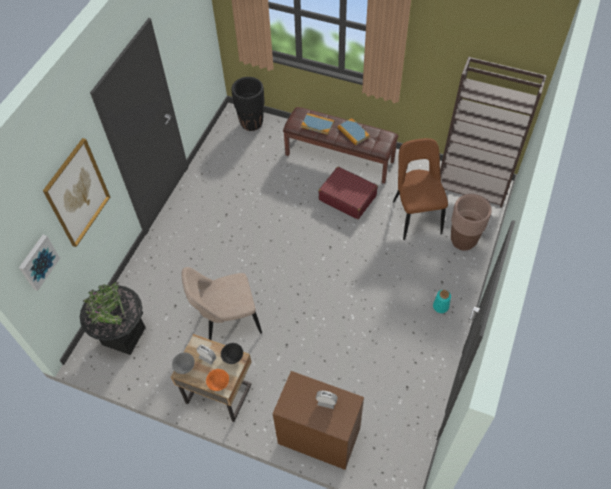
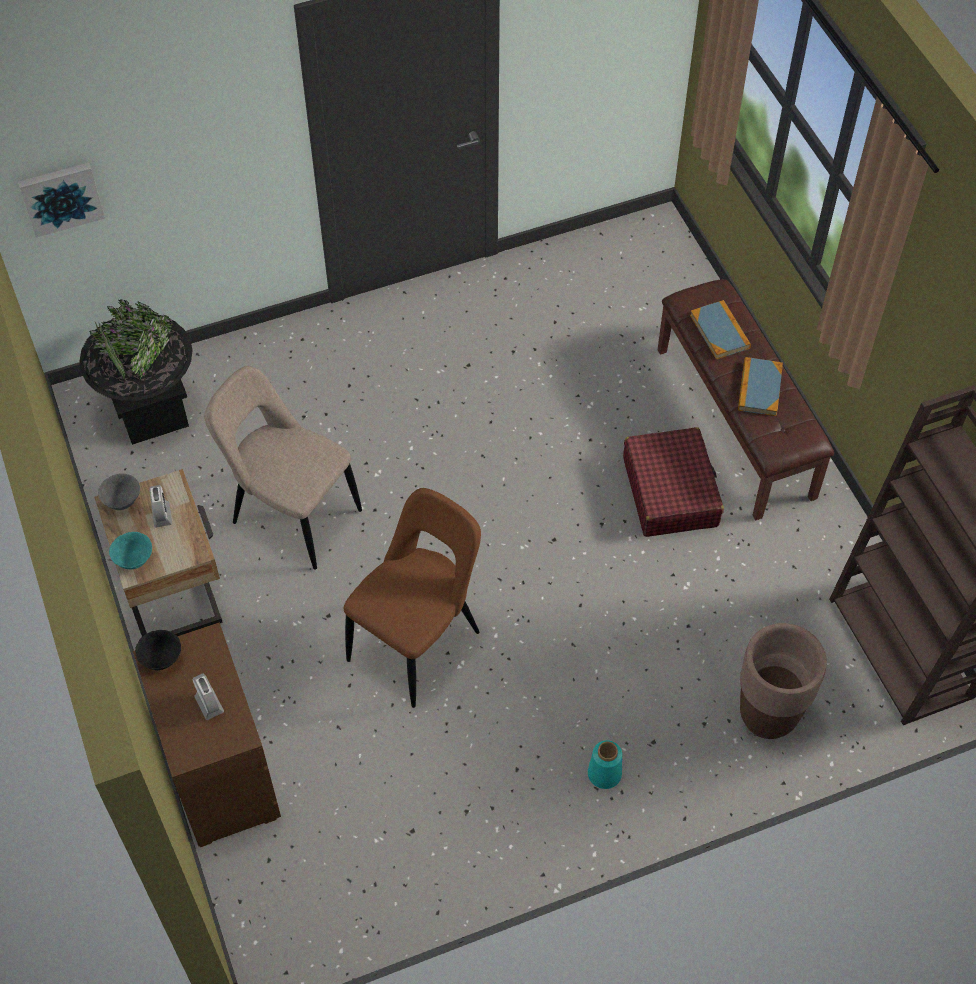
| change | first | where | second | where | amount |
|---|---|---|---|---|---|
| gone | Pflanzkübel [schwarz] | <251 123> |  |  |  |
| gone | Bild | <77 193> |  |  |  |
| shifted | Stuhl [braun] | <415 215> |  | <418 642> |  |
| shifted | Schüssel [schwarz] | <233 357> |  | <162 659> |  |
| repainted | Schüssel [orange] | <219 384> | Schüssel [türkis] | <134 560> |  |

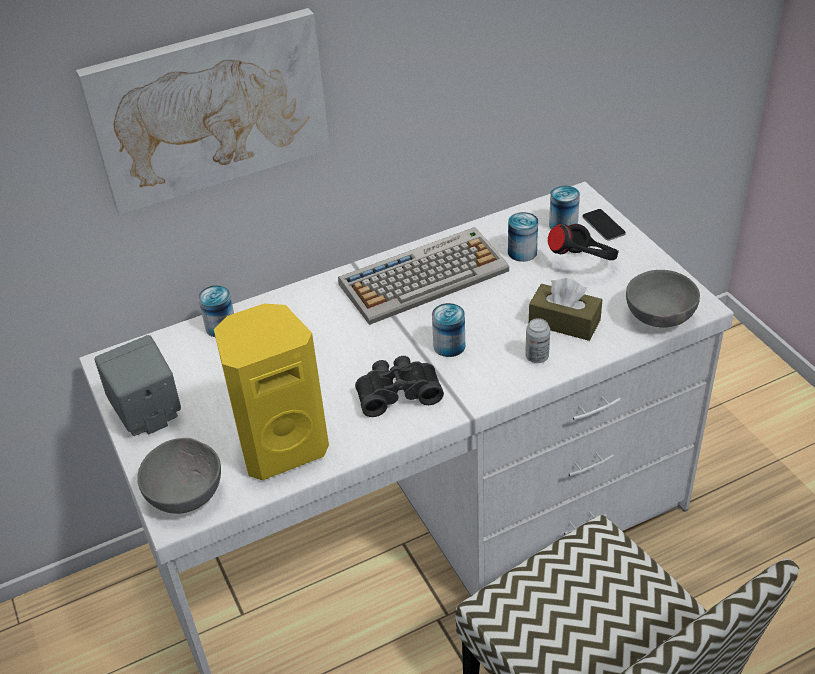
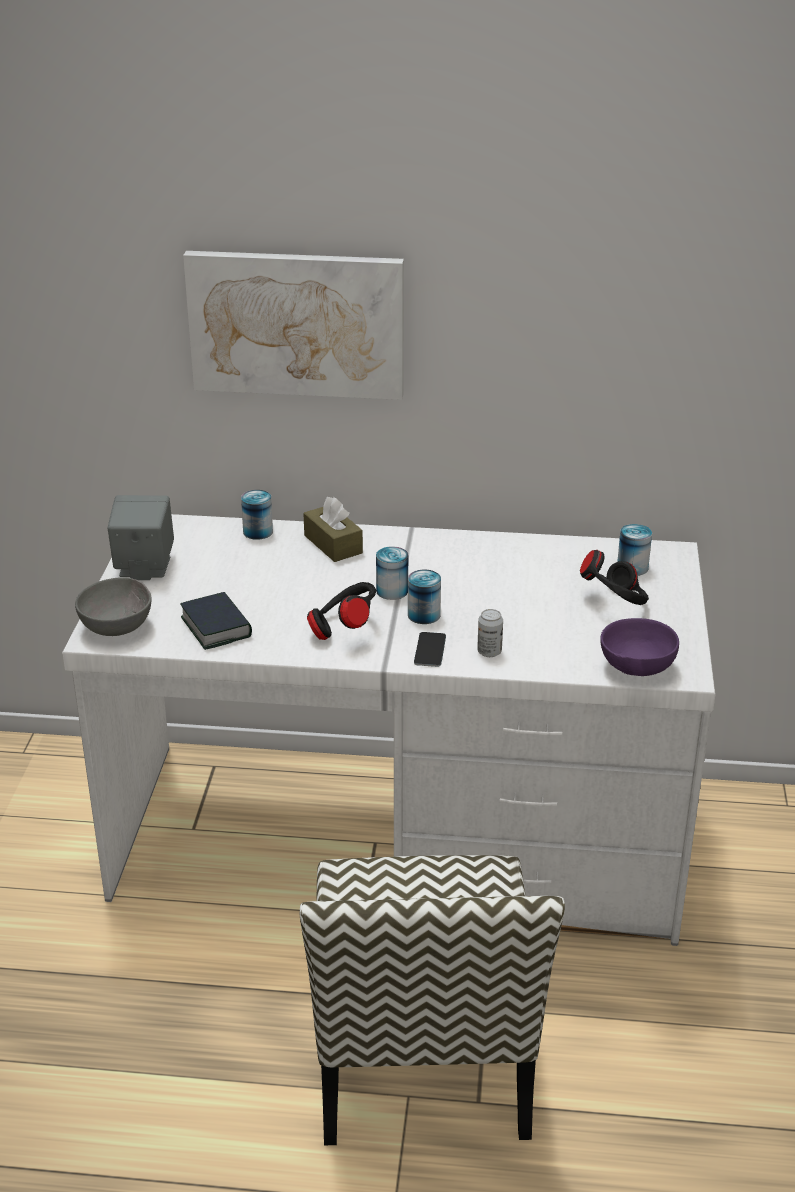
| change | first | where | second | where | amount |
|---|---|---|---|---|---|
| shifted | Handy | <603 225> |  | <430 650> |  |
| shifted | Dose | <522 252> |  | <392 591> |  |
| gone | Tastatur | <424 276> |  |  |  |
| repainted | Schüssel [grau] | <659 318> | Schüssel [lila] | <635 669> |  |
| shifted | Taschentuchbox [braun] | <564 322> |  | <333 544> |  |
| swapped | Lautsprecher [gelb] | <281 446> | Buch | <216 627> |  |
| swapped | Fernglas [schwarz] | <397 392> | Kopfhörer [schwarz] | <344 629> |  |

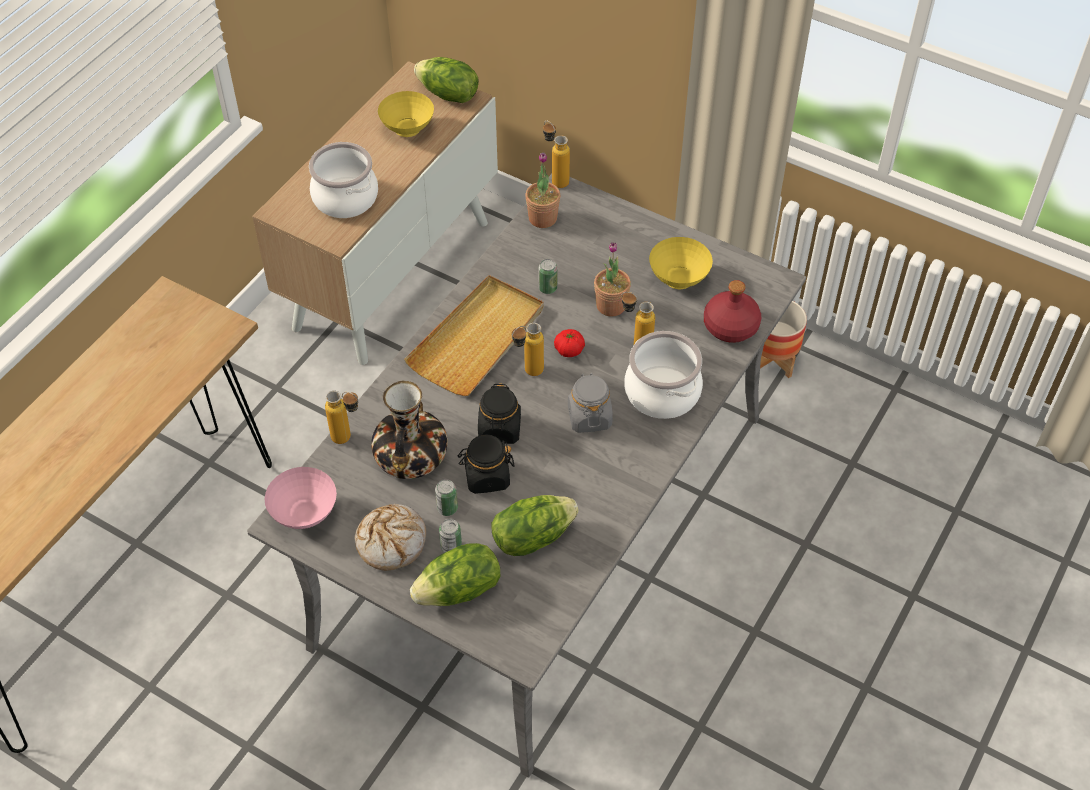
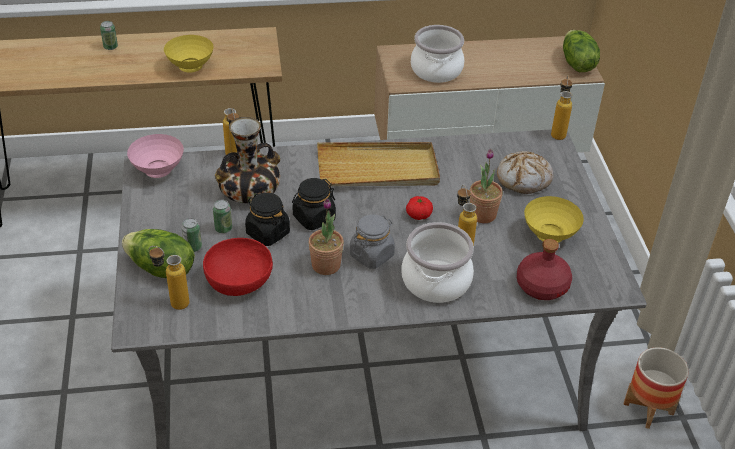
| change | first | where | second | where | amount |
|---|---|---|---|---|---|
| shifted | Schüssel [gelb] | <406 130> |  | <190 67> |  |
| shifted | Topfpflanze | <542 218> |  | <326 265> |  |
| shifted | Dose | <548 288> |  | <110 47> |  |
| shifted | Flasche | <527 373> |  | <172 302> |  |
| swapped | Salatkopf | <532 536> | Schüssel [rot] | <239 281> |  |
| shifted | Brot | <392 542> |  | <524 179> |  |

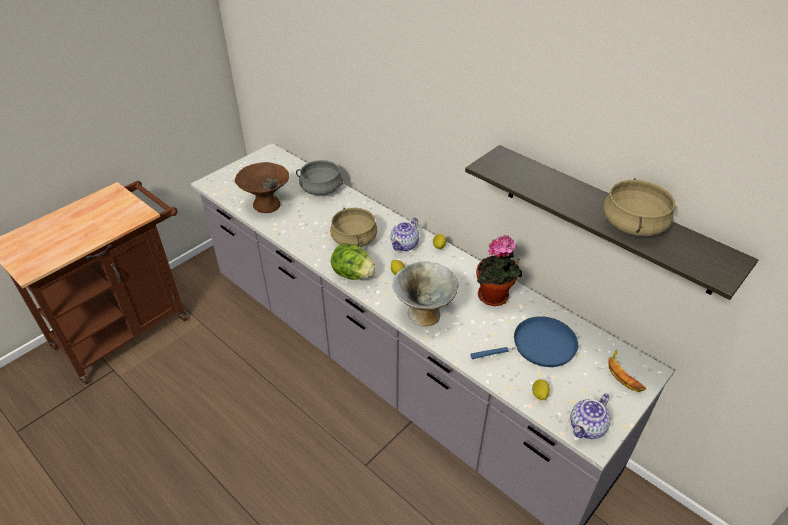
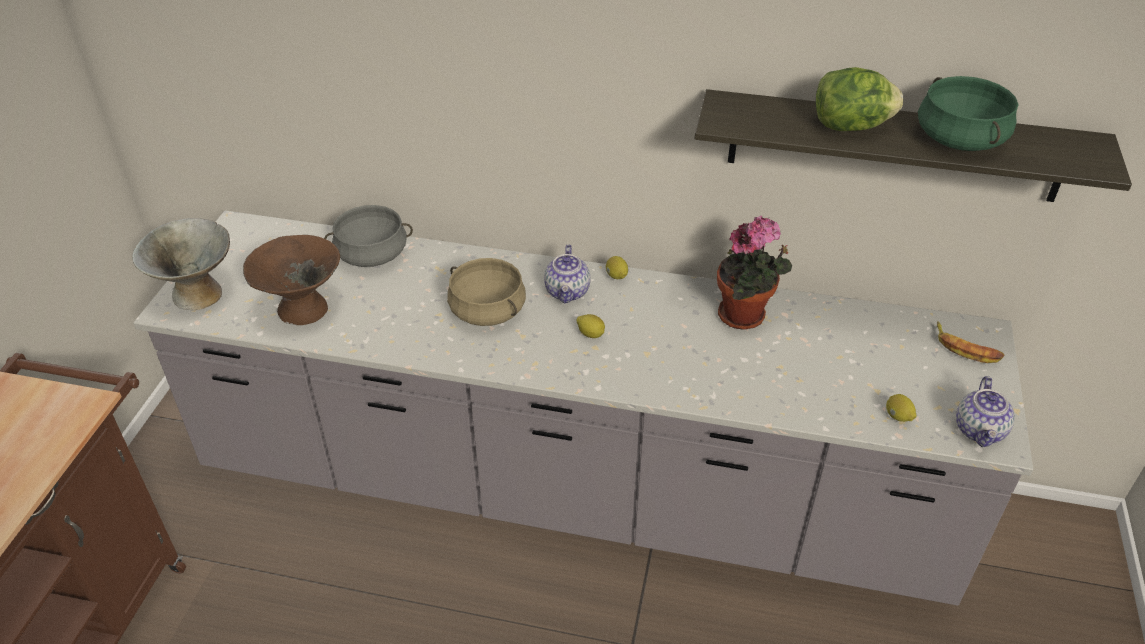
| change | first | where | second | where | amount |
|---|---|---|---|---|---|
| repainted | Kochtopf [beige] | <632 224> | Kochtopf [grün] | <958 139> |  |
| shifted | Salatkopf | <353 274> |  | <850 126> |  |
| shifted | Schüssel [grau] | <424 314> |  | <197 294> |  |
| gone | Pfanne [blau] | <539 346> |  |  |  |

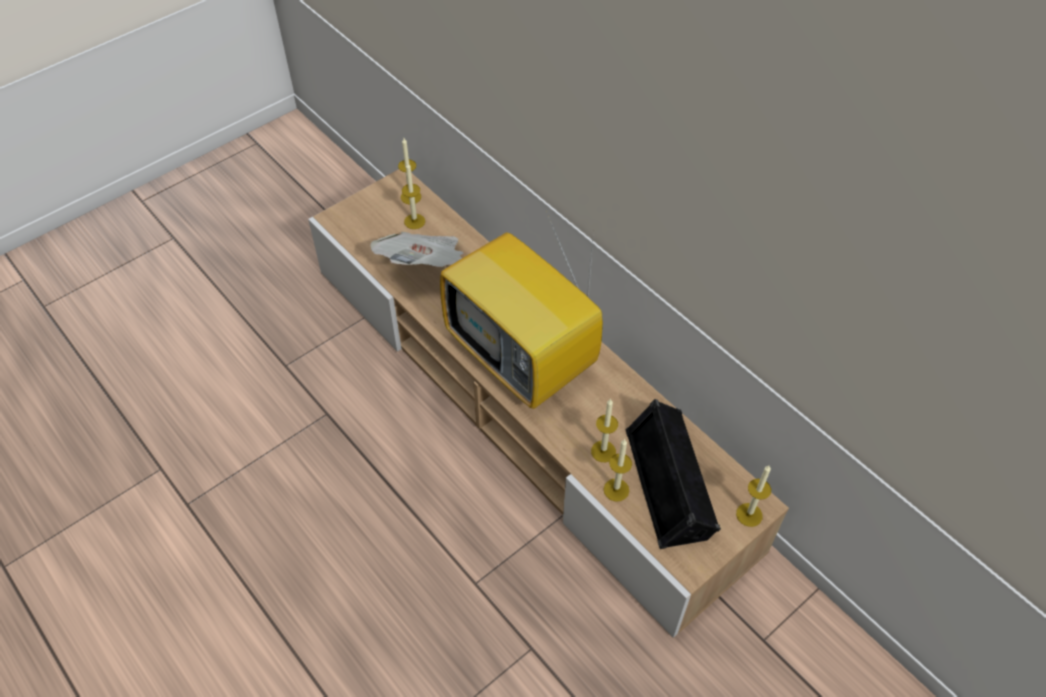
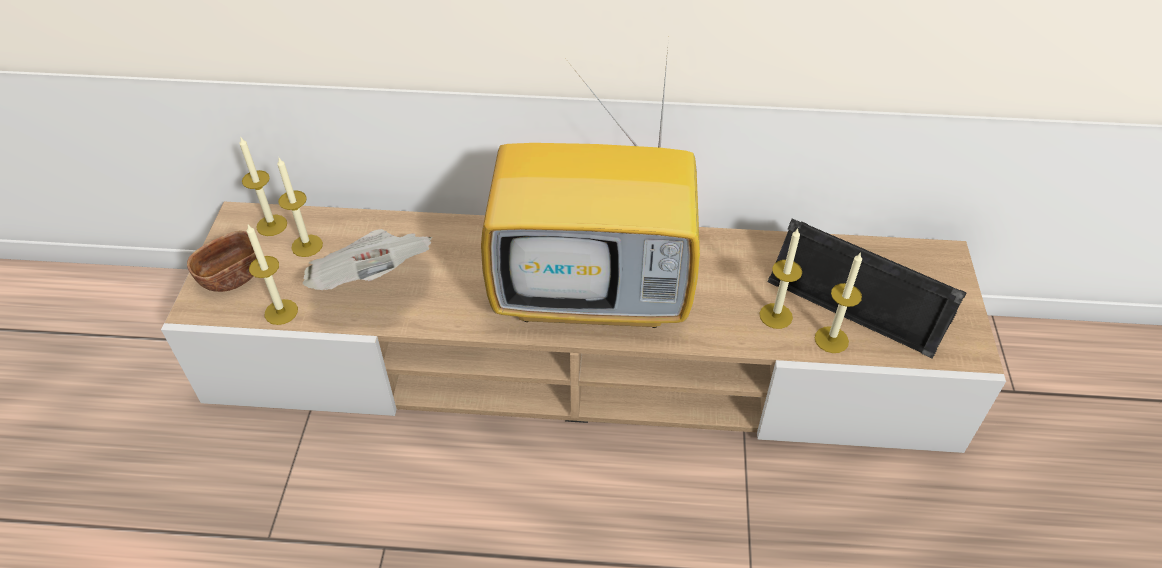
| change | first | where | second | where | amount |
|---|---|---|---|---|---|
| shifted | Kerze | <749 514> |  | <281 312> |  |
| new |  |  | Schüssel [braun] | <232 275> |  |

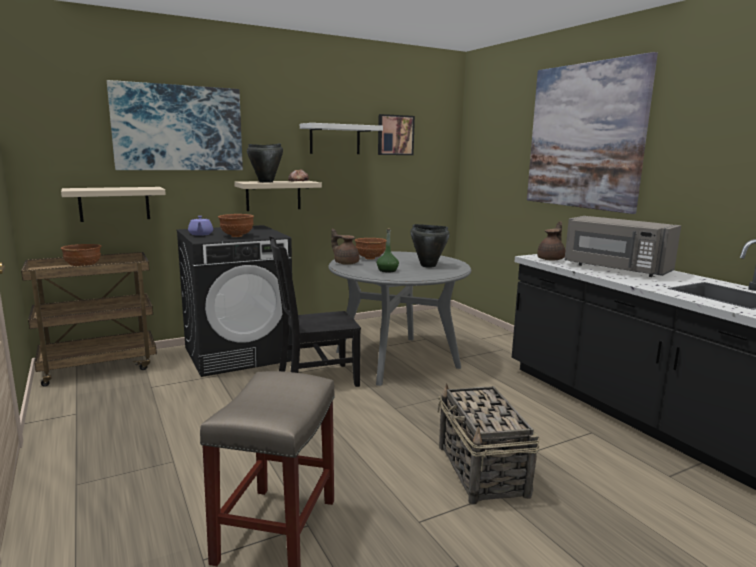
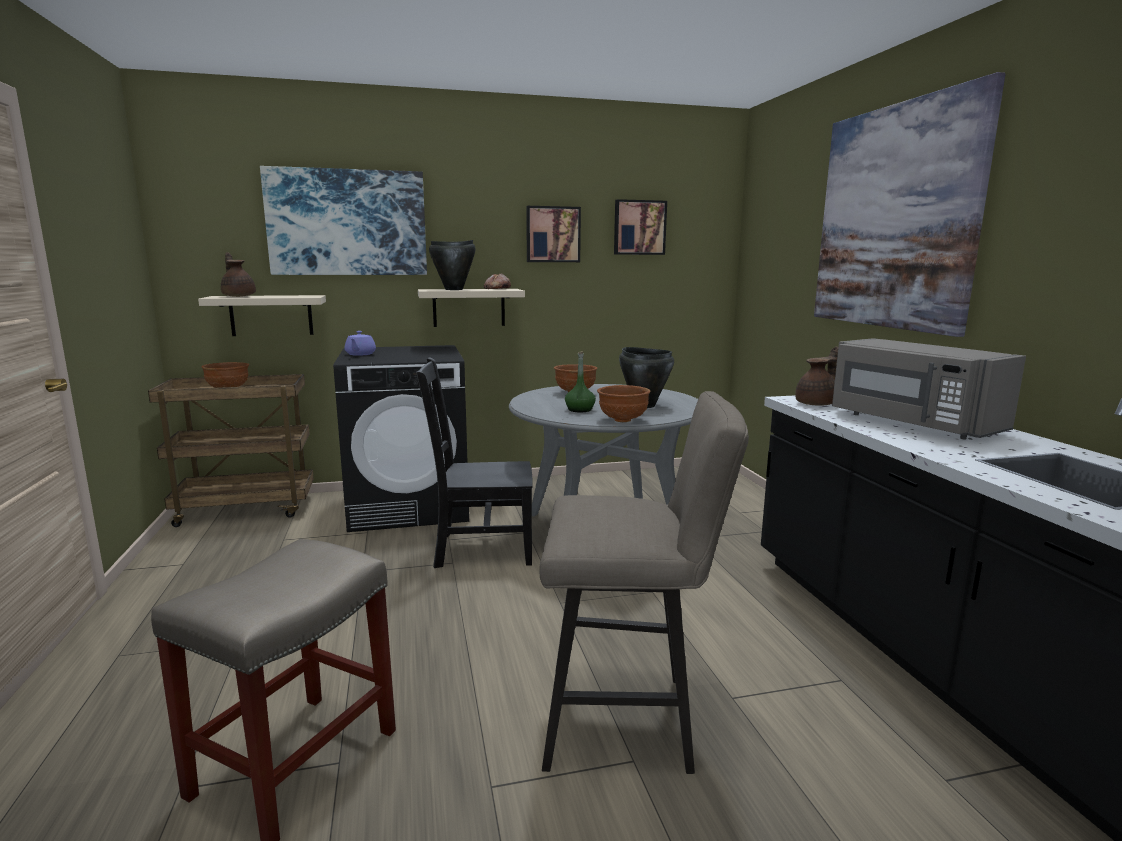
| change | first | where | second | where | amount |
|---|---|---|---|---|---|
| swapped | Wandregal [weiß] | <335 139> | Bild | <552 234> |  |
| shifted | Schüssel [braun] | <236 236> |  | <622 420> |  |
| shifted | Teekanne [braun] | <345 263> |  | <239 296> |  |
| swapped | Korb | <482 471> | Hocker [beige] | <631 719> |  |

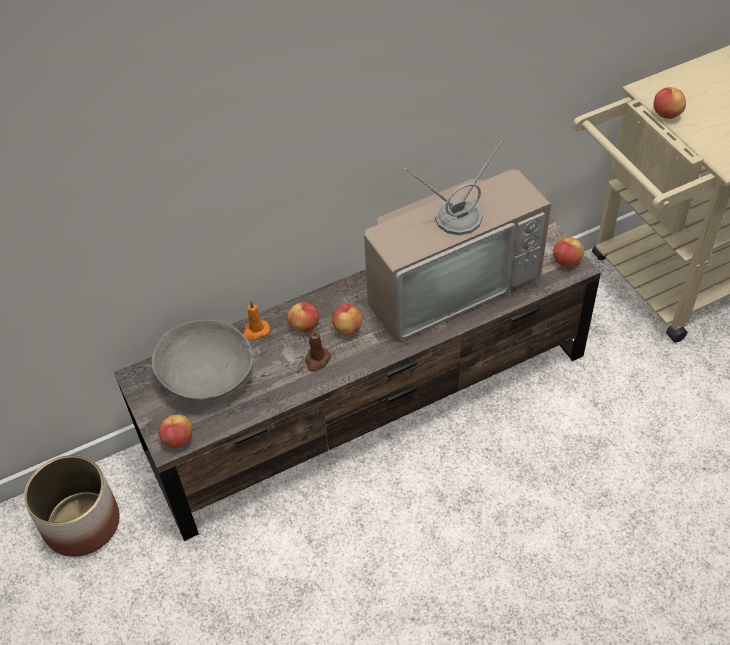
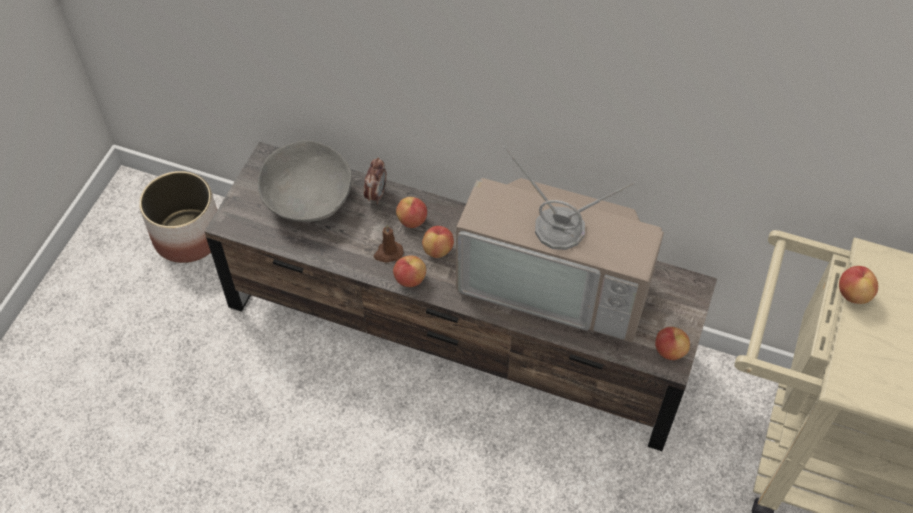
| change | first | where | second | where | amount |
|---|---|---|---|---|---|
| swapped | Kerze [orange] | <255 331> | Wecker | <376 194> |  |
| shifted | Apfel | <178 440> |  | <410 279> |  |

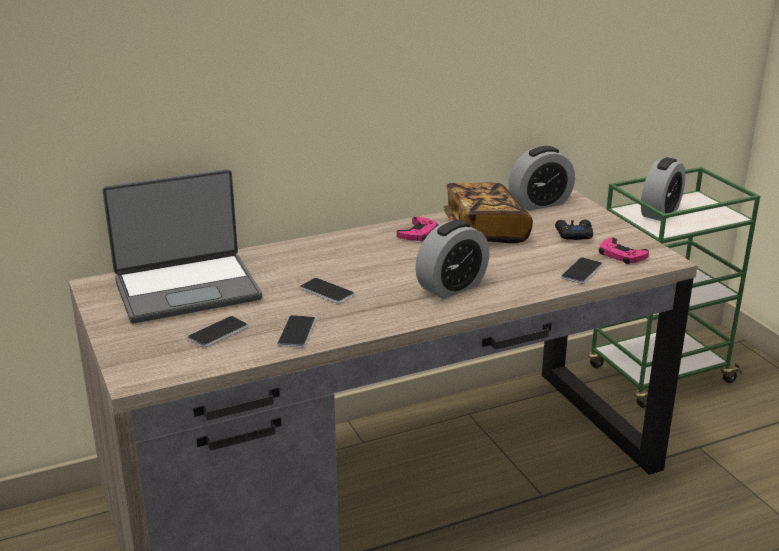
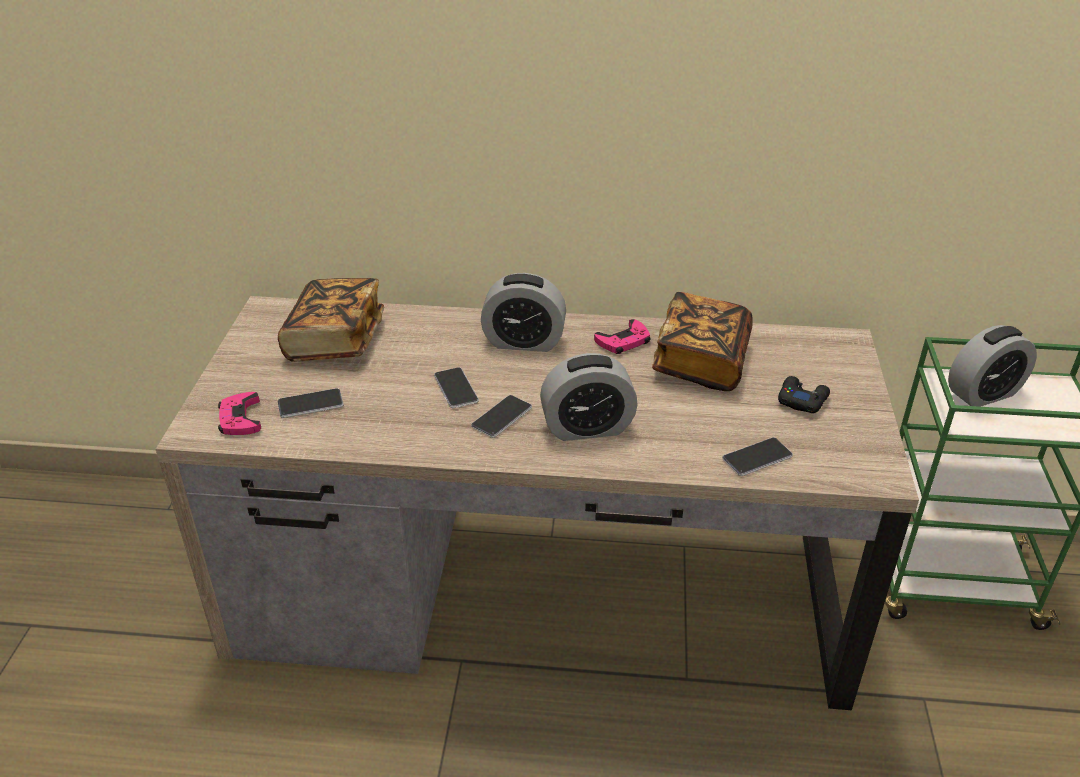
| change | first | where | second | where | amount |
|---|---|---|---|---|---|
| shifted | Wecker | <540 203> |  | <524 342> |  |
| swapped | Laptop | <187 289> | Buch | <335 340> |  |
| shifted | Gamepad [rosa] | <621 255> |  | <240 419> |  |
| shifted | Handy | <296 332> |  | <501 417> |  |

